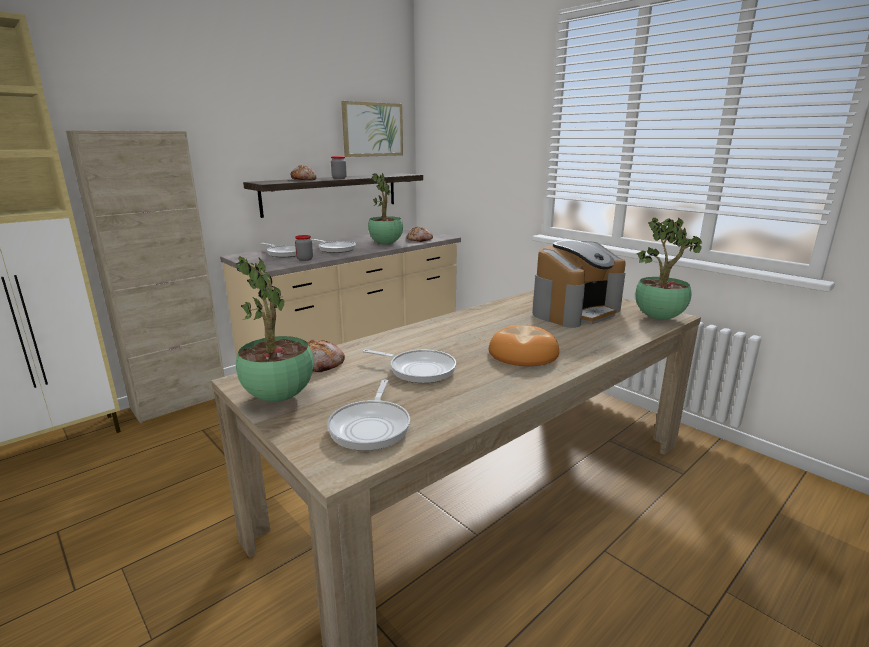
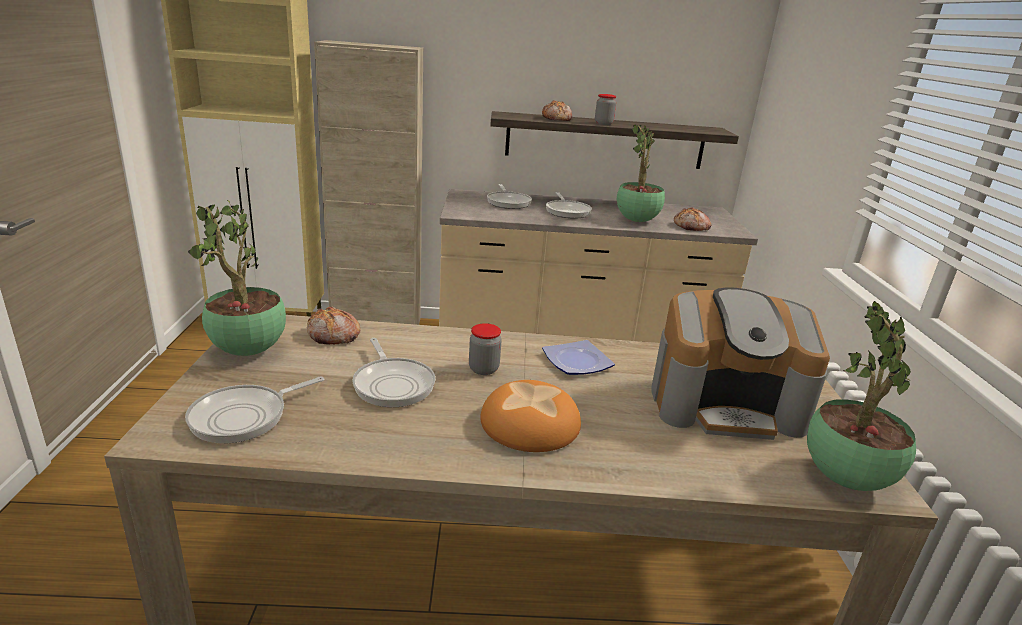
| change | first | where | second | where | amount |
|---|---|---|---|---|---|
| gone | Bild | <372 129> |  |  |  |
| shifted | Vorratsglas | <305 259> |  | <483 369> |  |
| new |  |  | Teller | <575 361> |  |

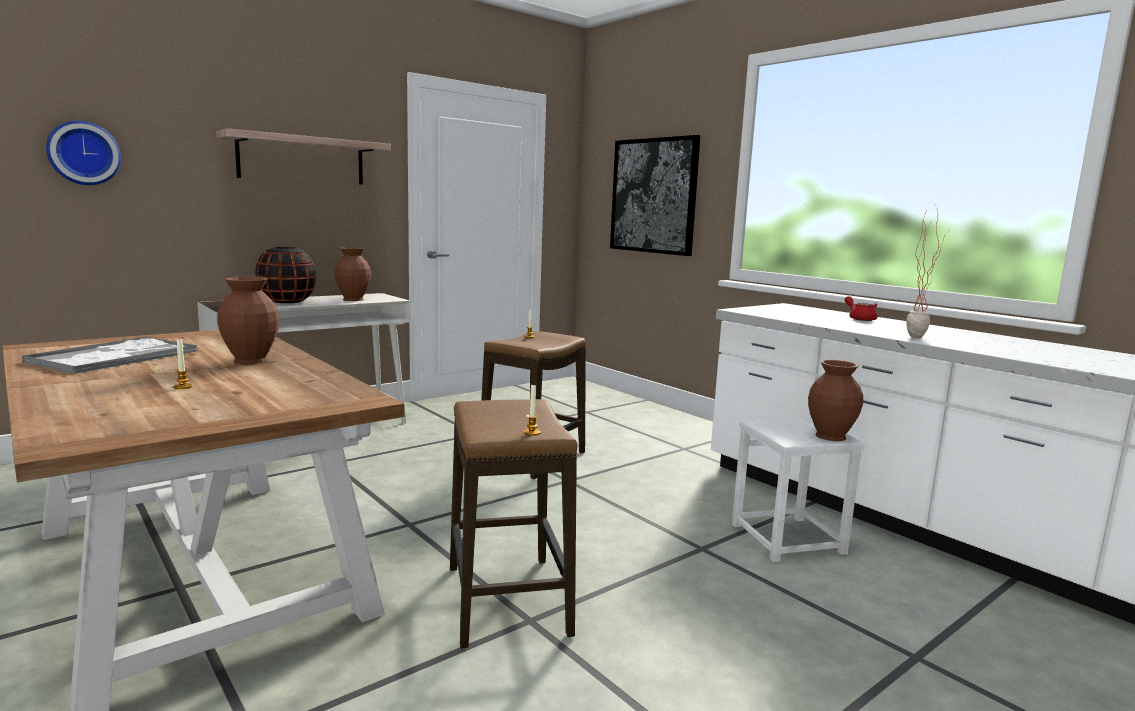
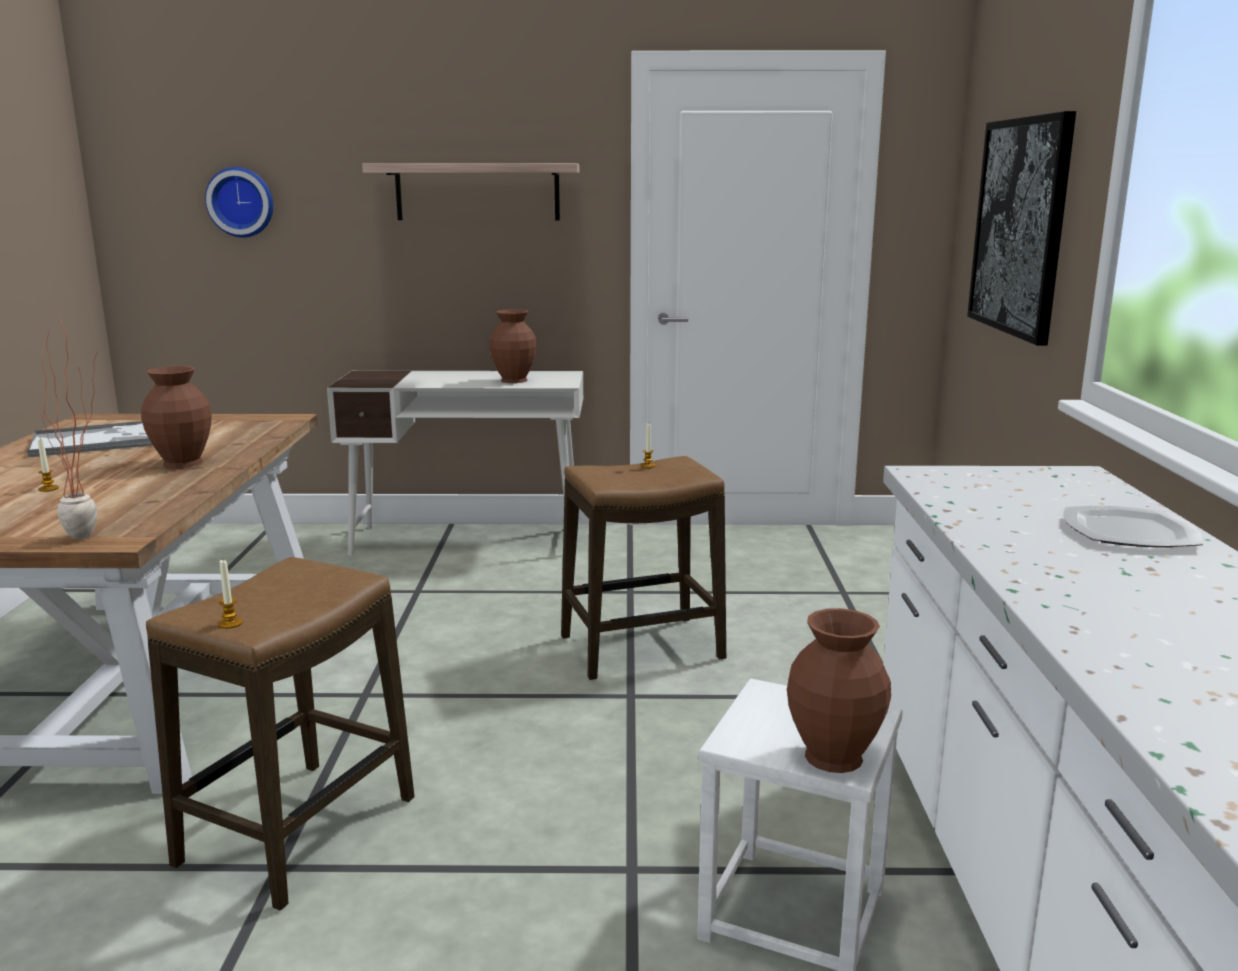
| change | first | where | second | where | amount |
|---|---|---|---|---|---|
| shifted | Topfpflanze | <918 336> |  | <93 537> |  |
| gone | Vase [schwarz] | <287 301> |  |  |  |
| swapped | Teekanne [rot] | <860 319> | Teller | <1127 532> |  |

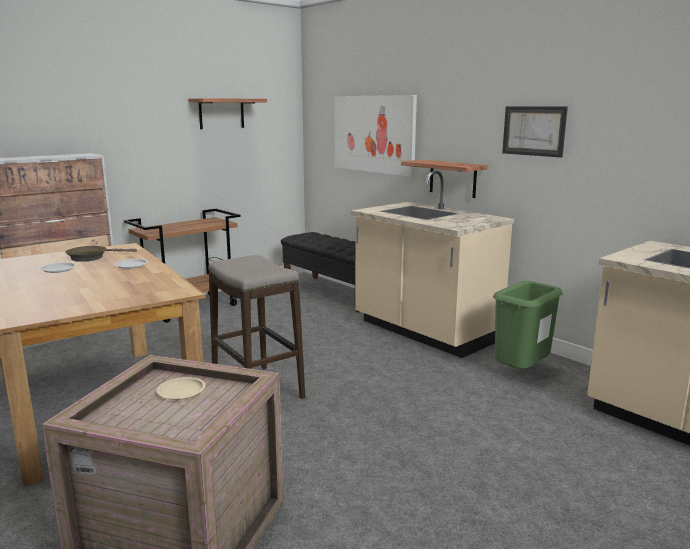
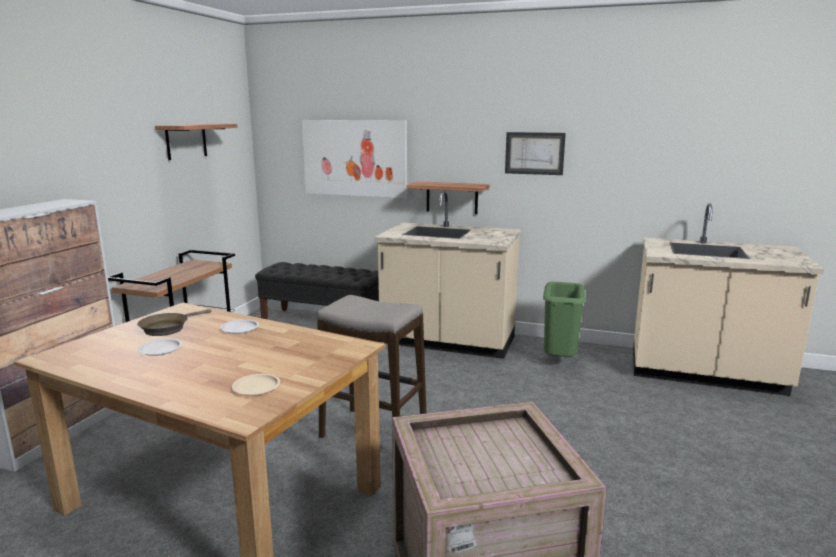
| change | first | where | second | where | amount |
|---|---|---|---|---|---|
| shifted | Teller [beige] | <182 391> |  | <256 387> |  |

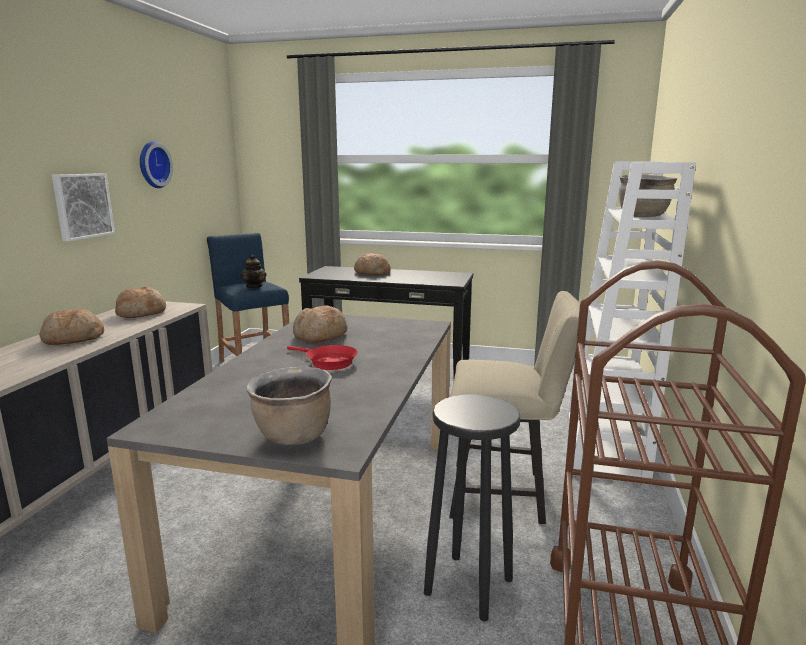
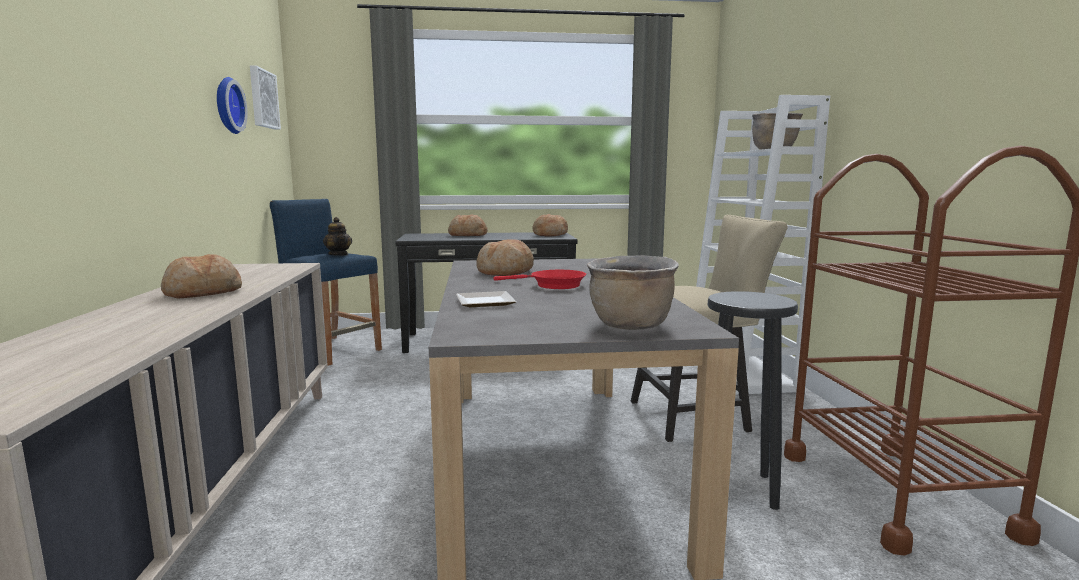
| change | first | where | second | where | amount |
|---|---|---|---|---|---|
| shifted | Bild | <82 206> |  | <262 99> |  |
| shifted | Brot | <141 313> |  | <549 235> |  |
| new |  |  | Teller | <483 303> |  |

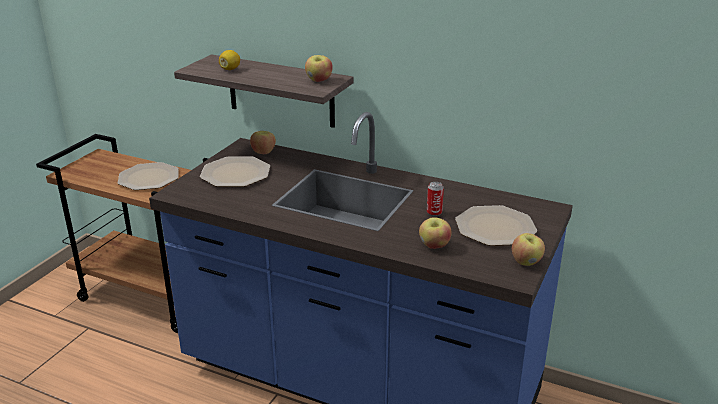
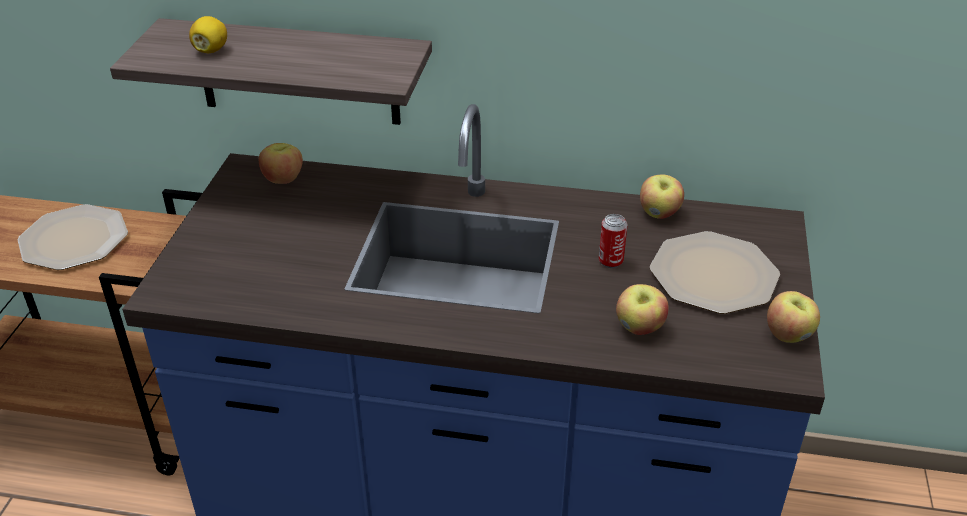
| change | first | where | second | where | amount |
|---|---|---|---|---|---|
| shifted | Apfel | <319 80> |  | <659 213> |  |
| gone | Teller | <236 173> |  |  |  |

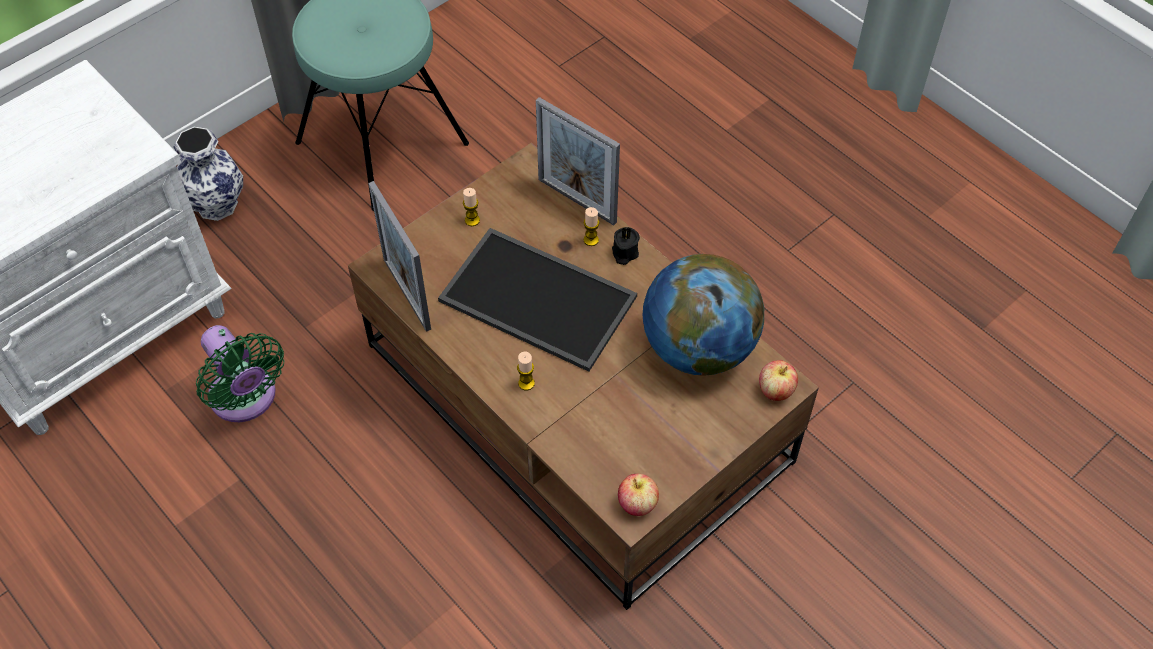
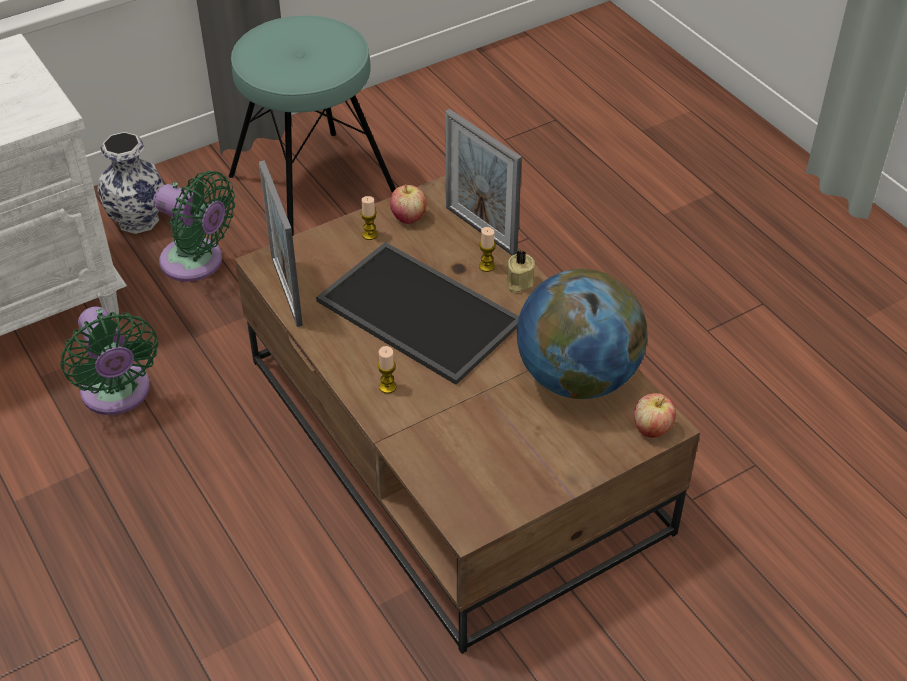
| change | first | where | second | where | amount |
|---|---|---|---|---|---|
| repainted | Kerze [schwarz] | <624 253> | Kerze [beige] | <518 282> |  |
| shifted | Apfel | <637 504> |  | <408 217> |  |
| new |  |  | Ventilator [grün] | <197 263> |  |

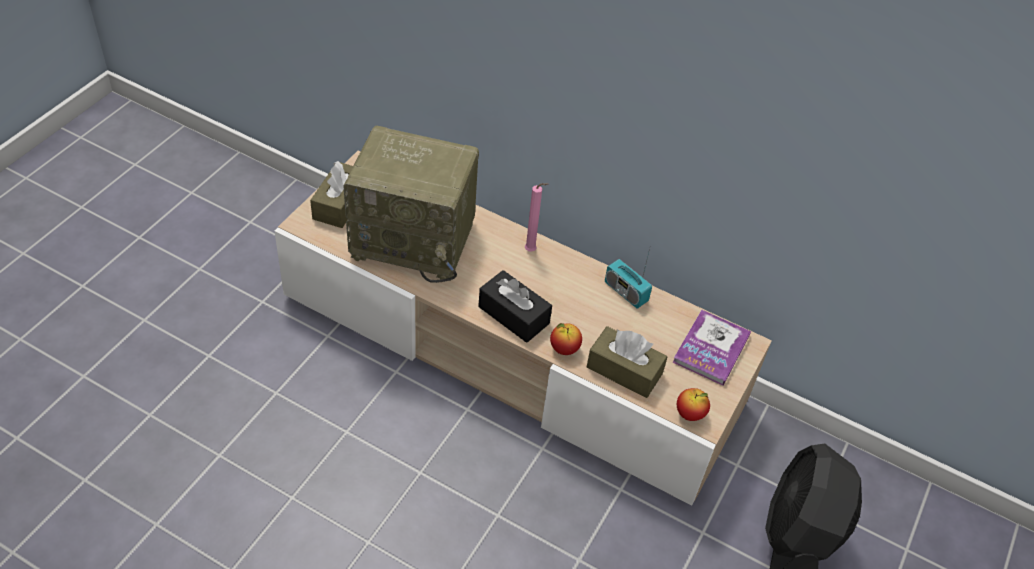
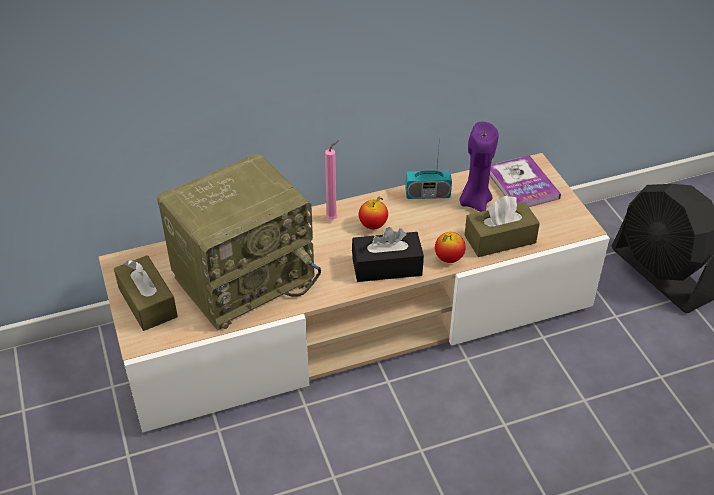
| change | first | where | second | where | amount |
|---|---|---|---|---|---|
| shifted | Apfel | <690 414> |  | <373 225> |  |
| new |  |  | Kerze [lila] | <475 202> |  |

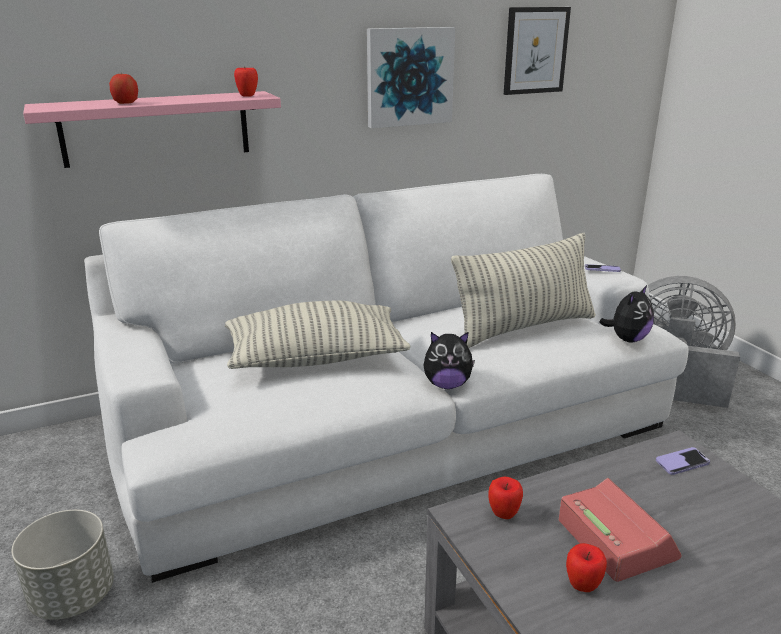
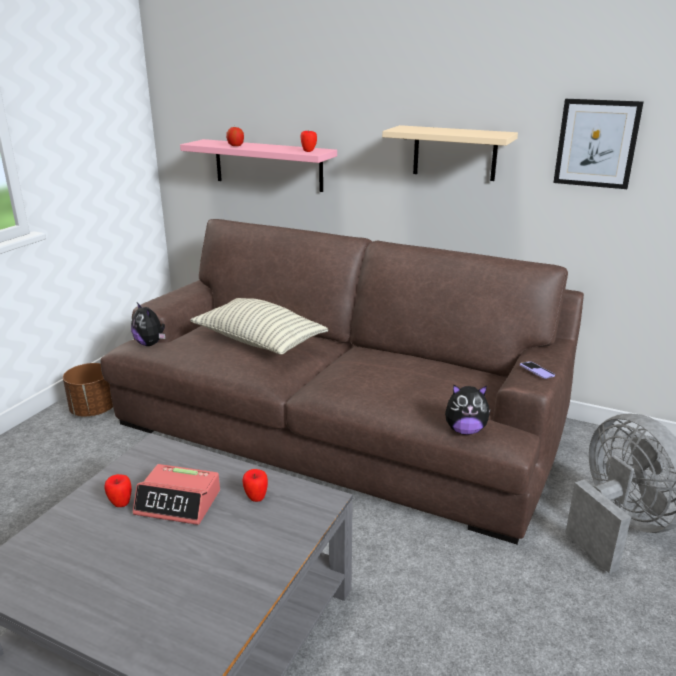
| change | first | where | second | where | amount |
|---|---|---|---|---|---|
| swapped | Bild | <409 77> | Wandregal [beige] | <454 153> |  |
| repainted | Sofa [weiß] | <390 423> | Sofa [braun] | <338 424> |  |
| gone | Kissen | <524 327> |  |  |  |
| shifted | Plüschtier | <447 385> |  | <150 344> |  |
| gone | Handy | <682 462> |  |  |  |
| shifted | Apfel | <503 515> |  | <256 498> |  |
| rotated | Wecker | <615 539> |  | <178 502> | 75 degrees clockwise |
| repainted | Pflanzkübel [grau] | <72 597> | Pflanzkübel [braun] | <93 410> |  |

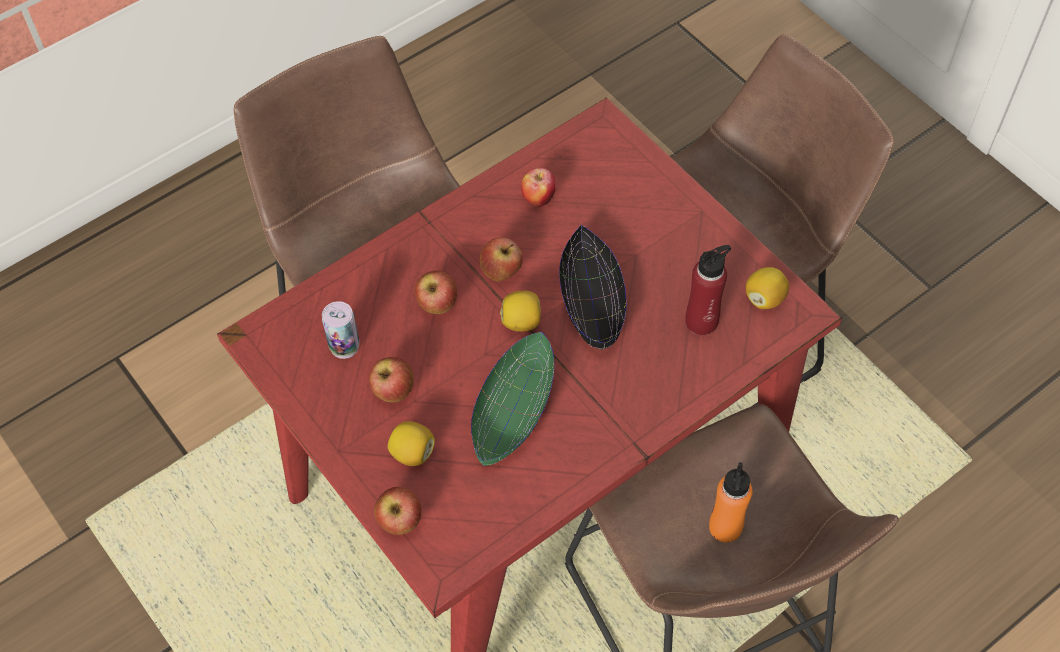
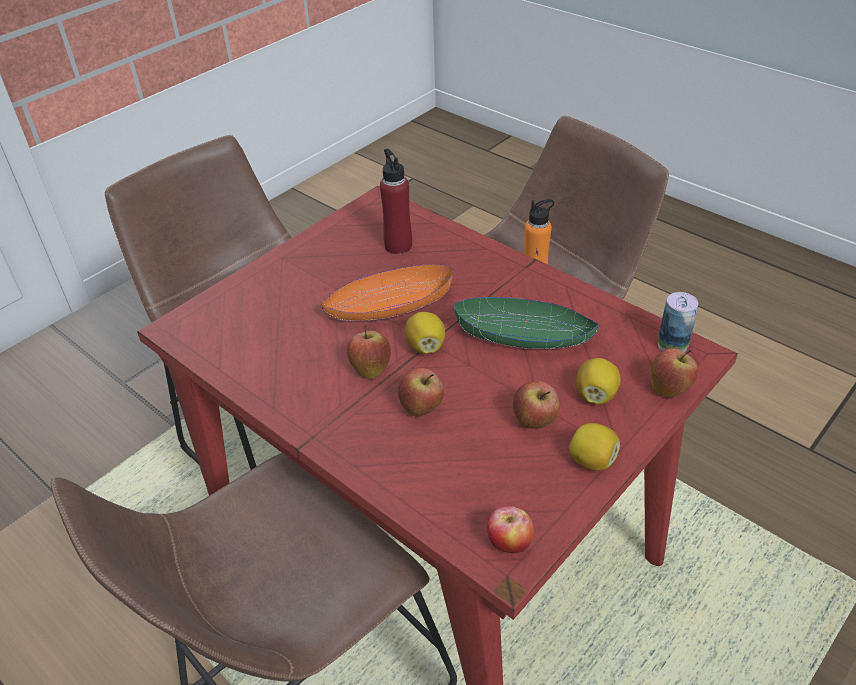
| change | first | where | second | where | amount |
|---|---|---|---|---|---|
| shifted | Apfel | <538 198> |  | <509 545> |  |
| repainted | Schüssel [schwarz] | <591 299> | Schüssel [orange] | <389 307> |  |
| shifted | Zitrone | <764 298> |  | <592 460> |  |
| shifted | Dose | <344 346> |  | <672 346> |  |

